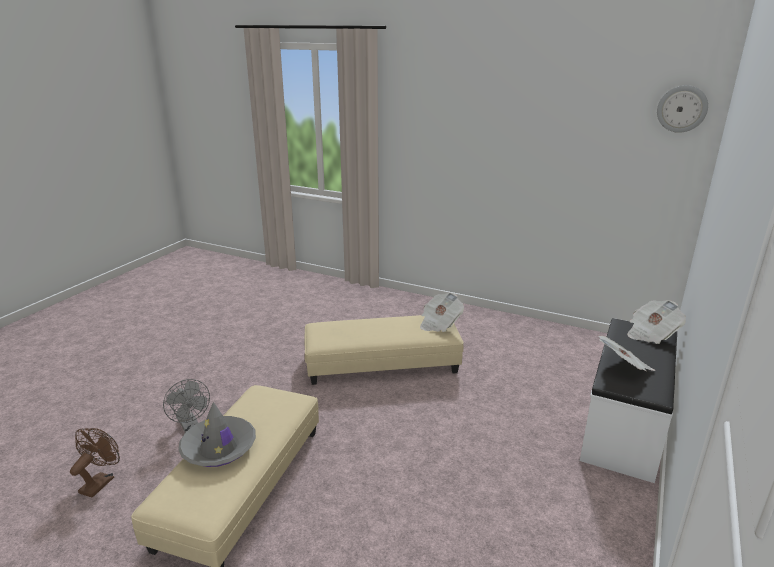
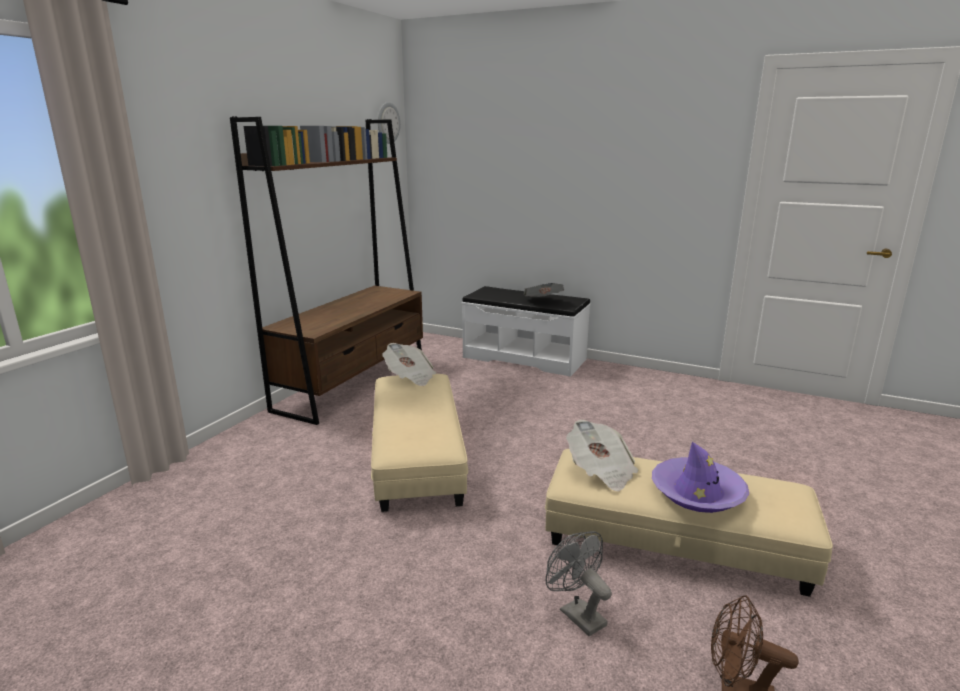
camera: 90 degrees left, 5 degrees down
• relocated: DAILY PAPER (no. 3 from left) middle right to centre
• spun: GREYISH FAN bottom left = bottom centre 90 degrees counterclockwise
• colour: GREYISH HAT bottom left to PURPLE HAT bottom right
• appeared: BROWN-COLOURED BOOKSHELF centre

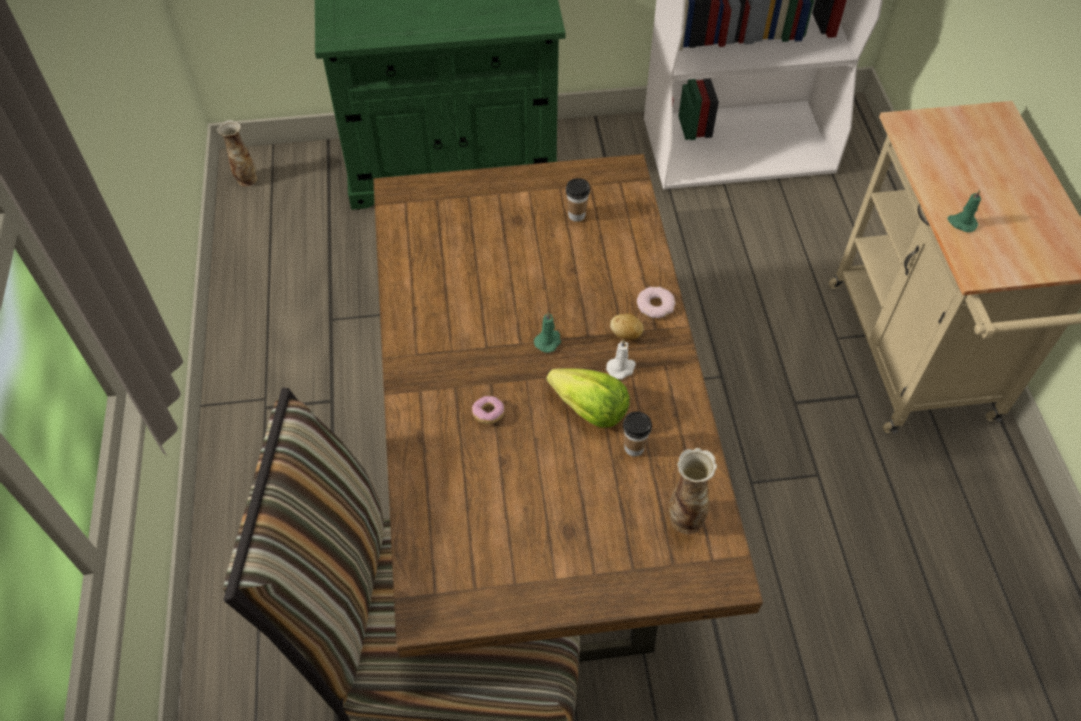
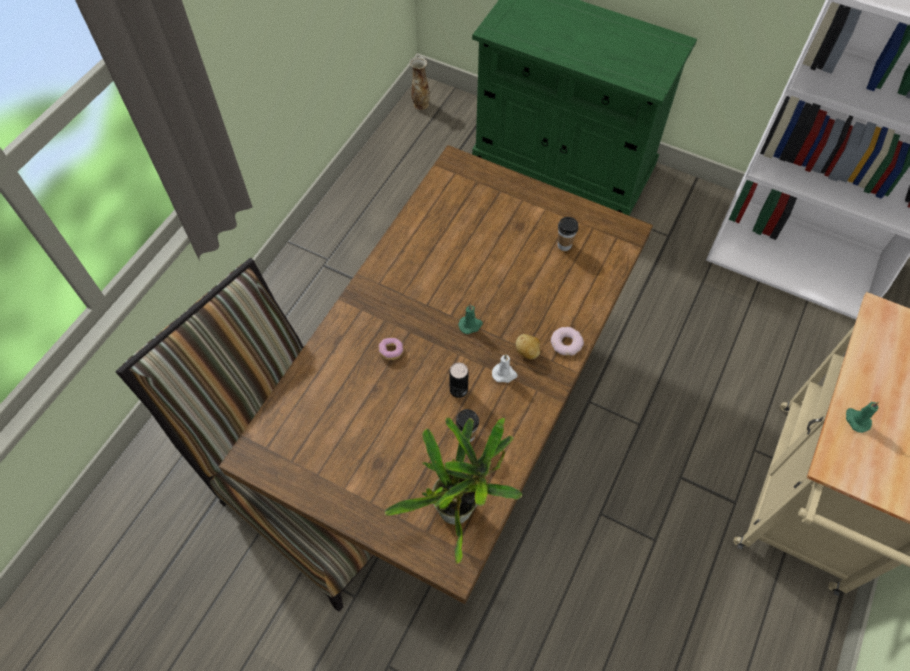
camera: 35 degrees right, 5 degrees up
• exchanged: LETTUCE HEAD centre to CAN centre
• exchanged: VASE (no. 2 from left) bottom centre to PLANT IN A POT bottom centre

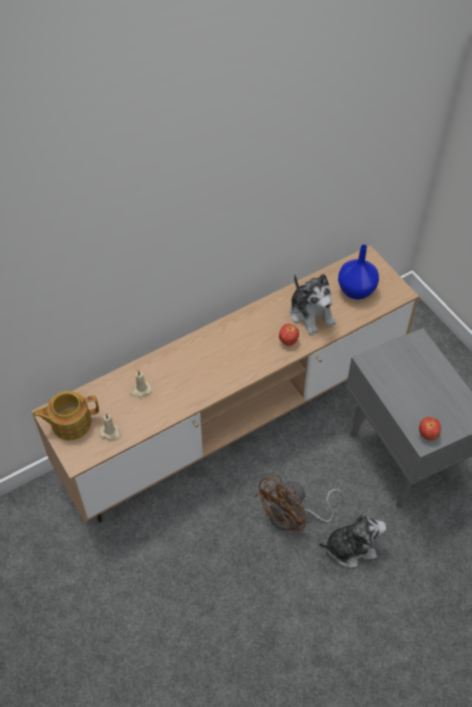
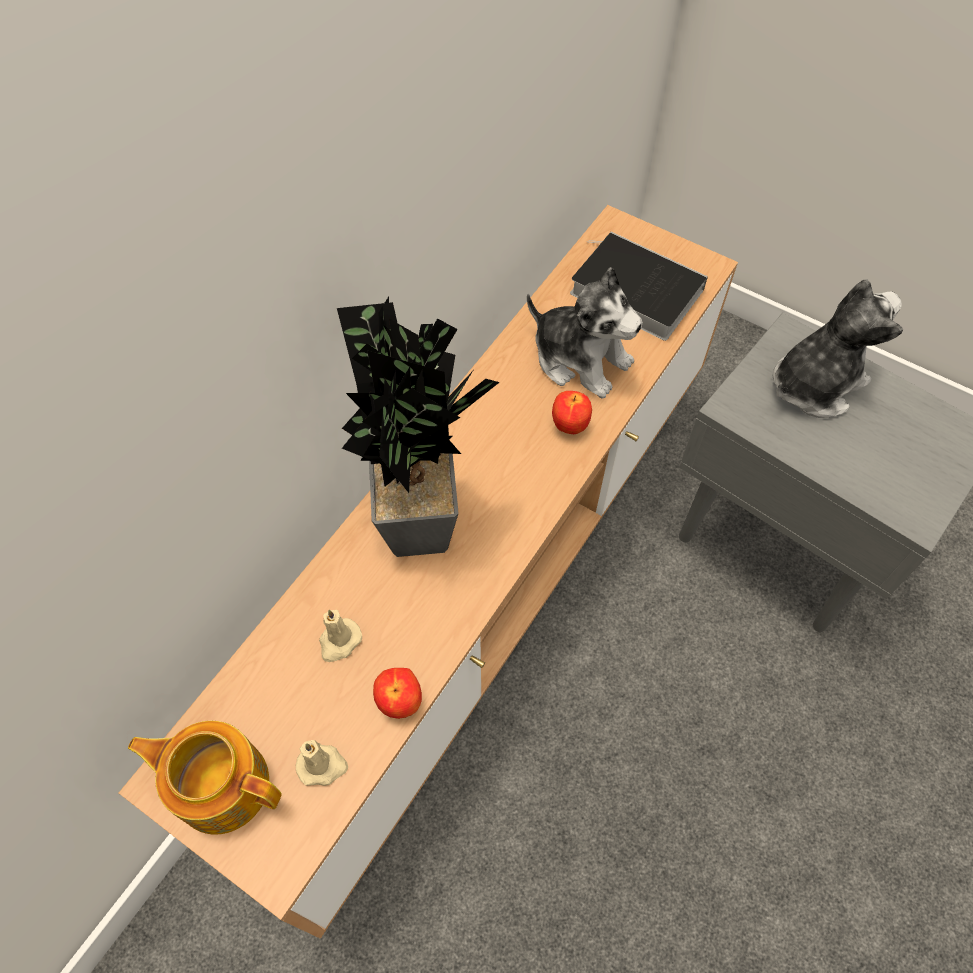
camera: 25 degrees left, 5 degrees up
• exchanged: BLUE VASE middle right to VOLUME top centre
• spun: TEAPOT middle left = bottom left 60 degrees clockwise
• relocated: APPLE FRUIT (no. 2 from left in the first image) middle right to APPLE FRUIT (no. 1 from left) bottom centre
• missing: BROWN-COLOURED FAN bottom centre
• relocated: PLUSH TOY (no. 2 from left) bottom right to middle right
• appeared: PLANT IN A POT centre

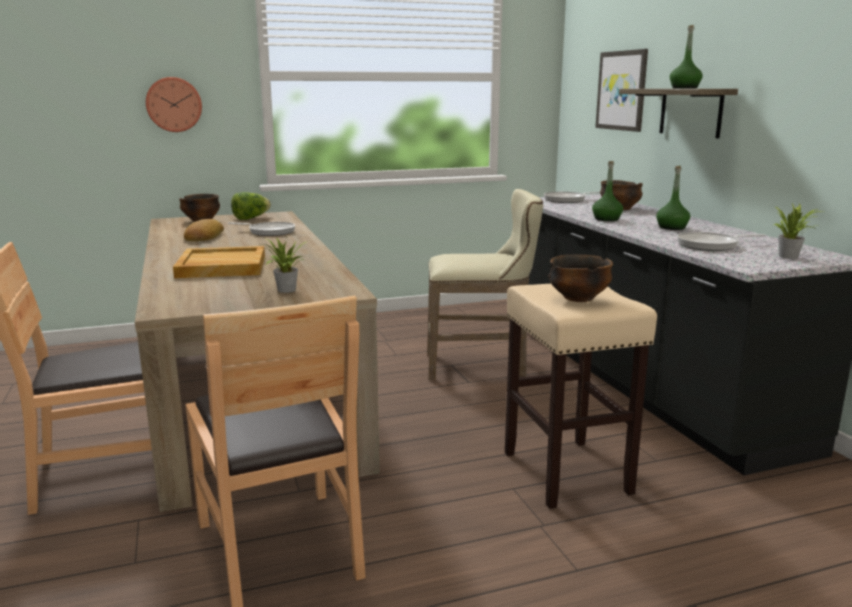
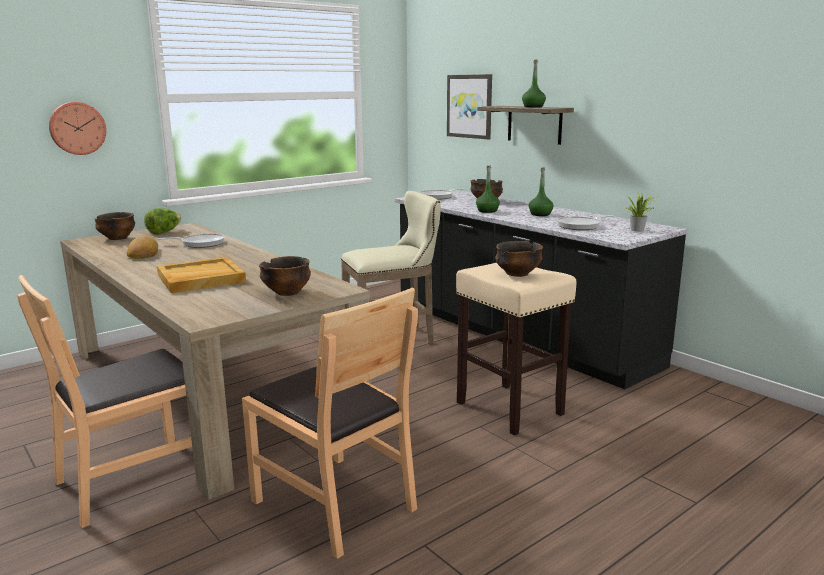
camera: 20 degrees left, 0 degrees up
• exchanged: PLANT IN A POT (no. 1 from left) centre to BOWL (no. 2 from left) centre

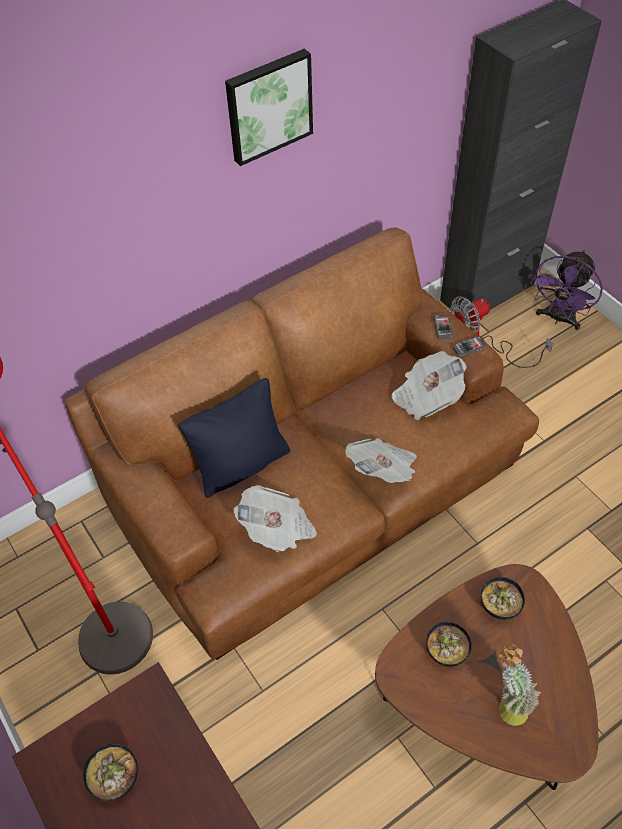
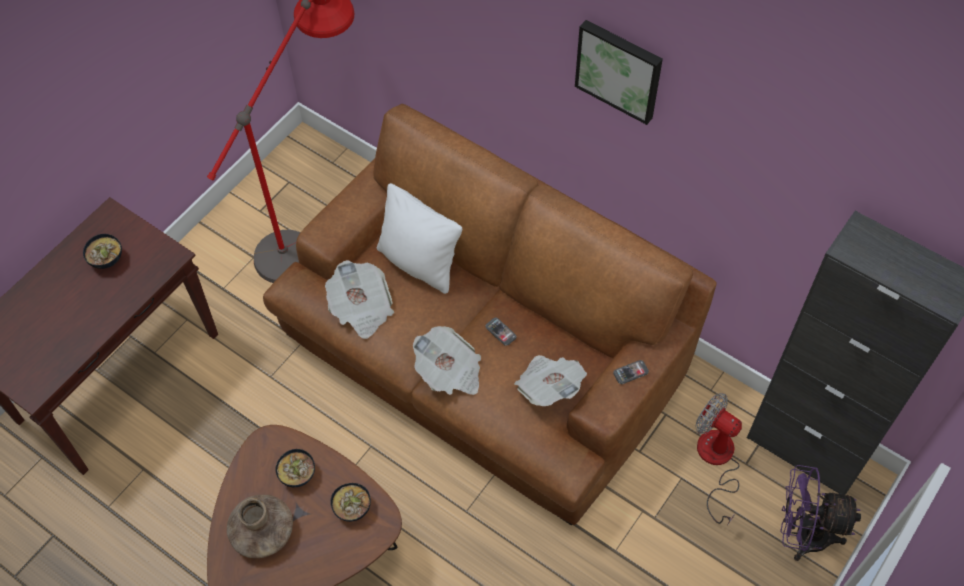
camera: 70 degrees right, 5 degrees up
• relocated: PHONE (no. 2 from left in the first image) middle right to PHONE (no. 1 from left) centre
• colour: BLACK-COLOURED PILLOW centre to WHITISH PILLOW centre
• exchanged: PLANT IN A POT bottom right to BROWN-COLOURED VASE bottom left

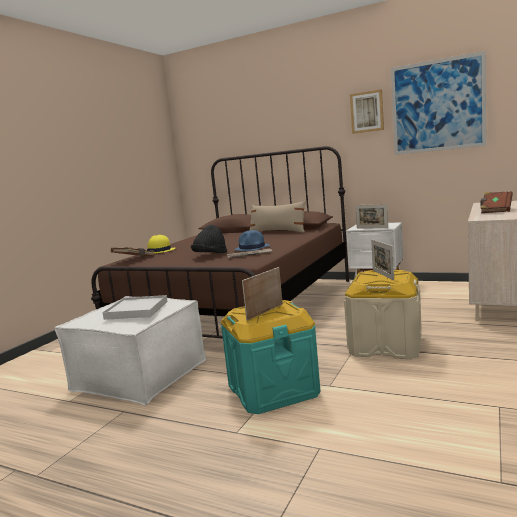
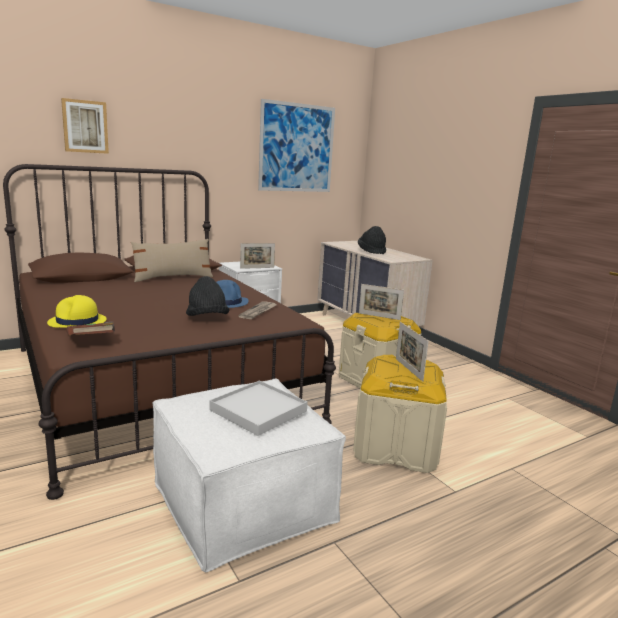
camera: 60 degrees left, 5 degrees up
• relocated: PICTURE (no. 1 from left) top right to top left
• exchanged: BROWN-COLOURED VOLUME (no. 2 from left) middle right to BLACK-COLOURED HAT (no. 2 from left) centre
• colour: BLUE-GREEN STORAGE BIN bottom centre to BEIGE-COLOURED STORAGE BIN (no. 2 from left) bottom centre

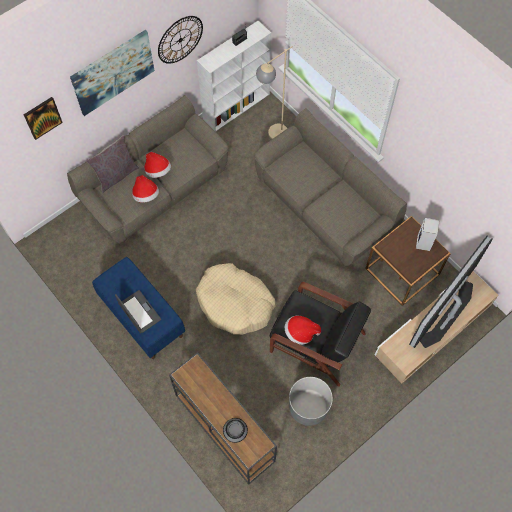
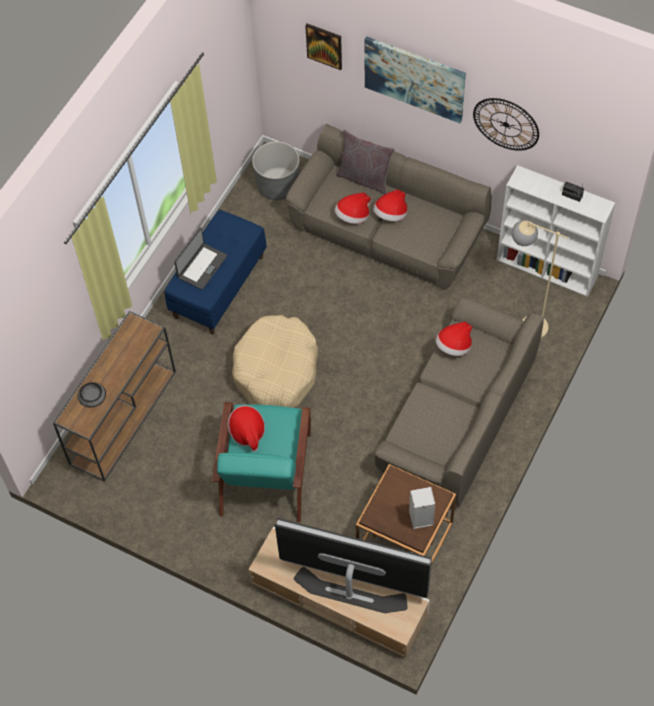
camera: 70 degrees right, 5 degrees down
• colour: BLACK-COLOURED ARMCHAIR centre to BLUE-GREEN ARMCHAIR centre
• relocated: GREYISH PLANT POT bottom centre to top centre
• appeared: HAT (no. 4 from left) middle right

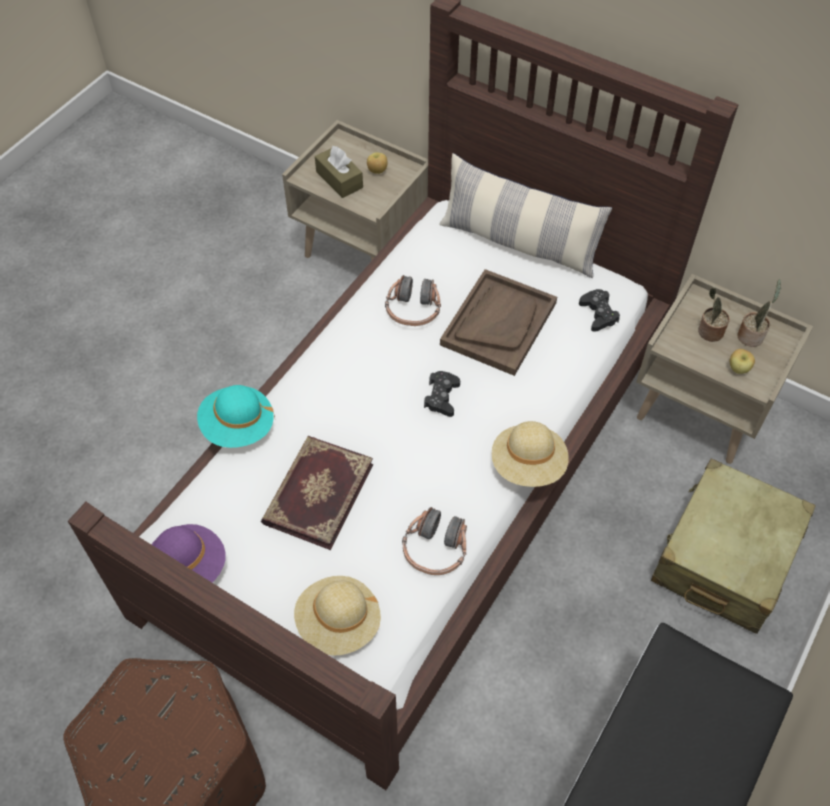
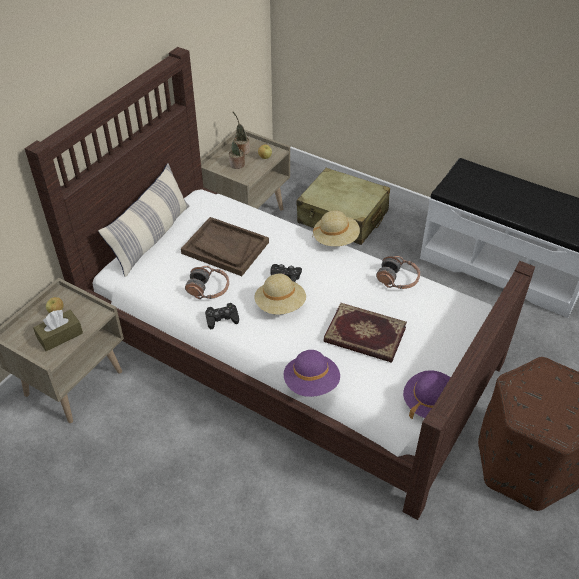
camera: 90 degrees left, 10 degrees down
• relocated: BLACK-COLOURED GAMEPAD (no. 2 from left in the first image) middle right to BLACK-COLOURED GAMEPAD (no. 1 from left) centre
• colour: BLUE-GREEN HAT middle left to PURPLE HAT (no. 1 from left) centre
• relocated: BEIGE-COLOURED HAT (no. 1 from left) bottom centre to centre

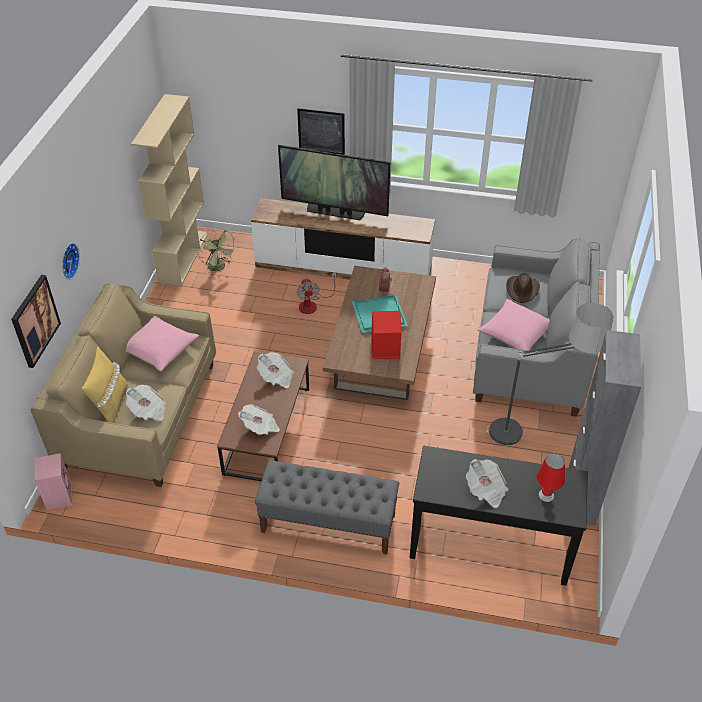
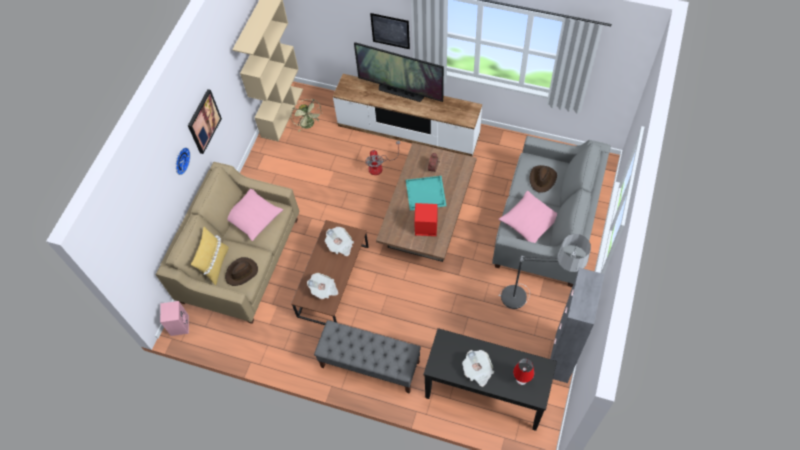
camera: 10 degrees right, 15 degrees up
• relocated: PICTURE (no. 1 from left) middle left to top left
• exchanged: DAILY PAPER (no. 1 from left) middle left to BROWN-COLOURED HAT (no. 1 from left) middle left

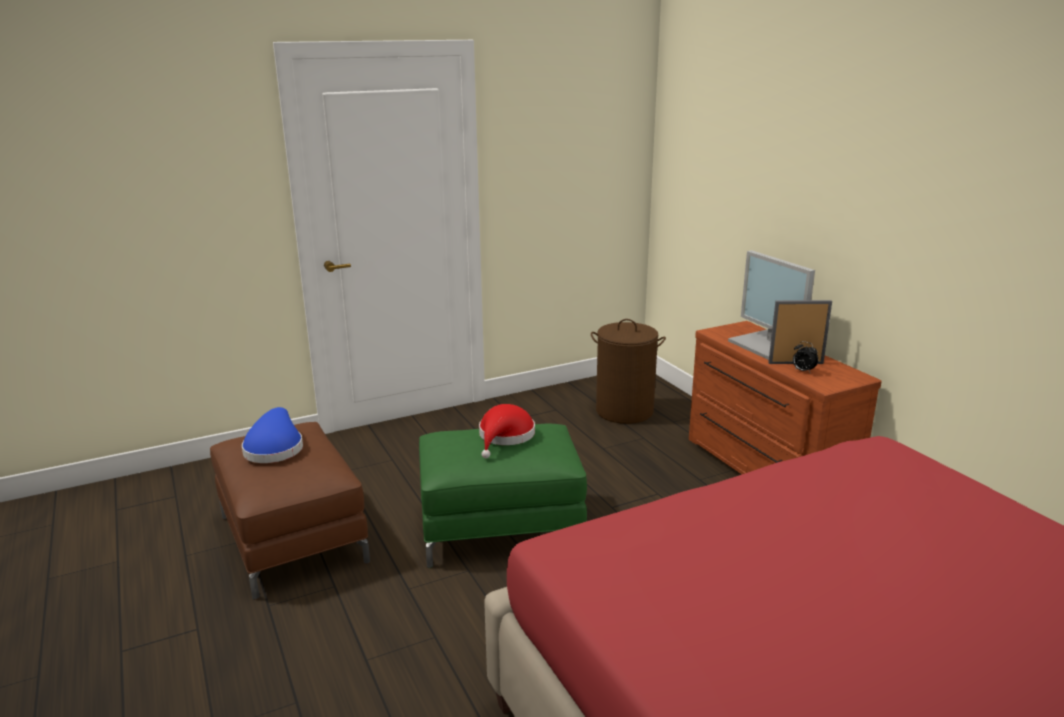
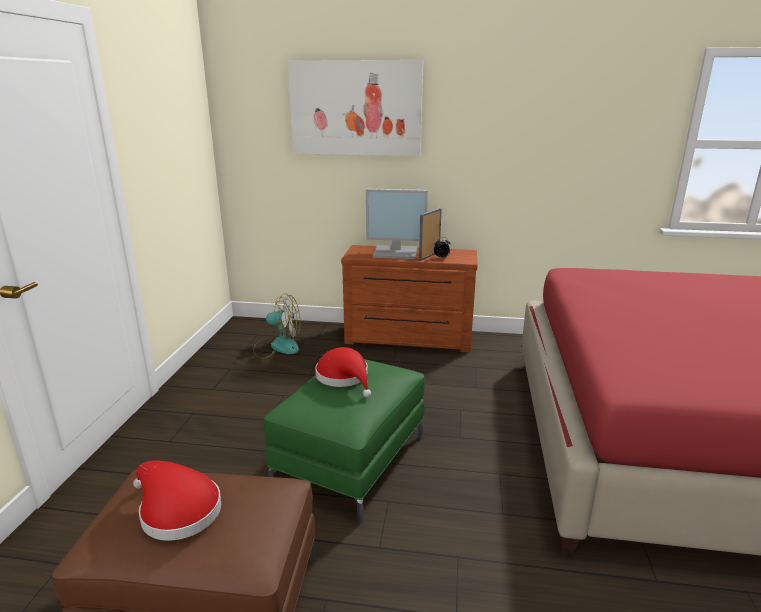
camera: 55 degrees left, 0 degrees up
• exchanged: BROWN-COLOURED HAMPER centre to FAN centre
• colour: BLUE HAT middle left to RED HAT (no. 1 from left) bottom left
• appeared: PICTURE top centre

